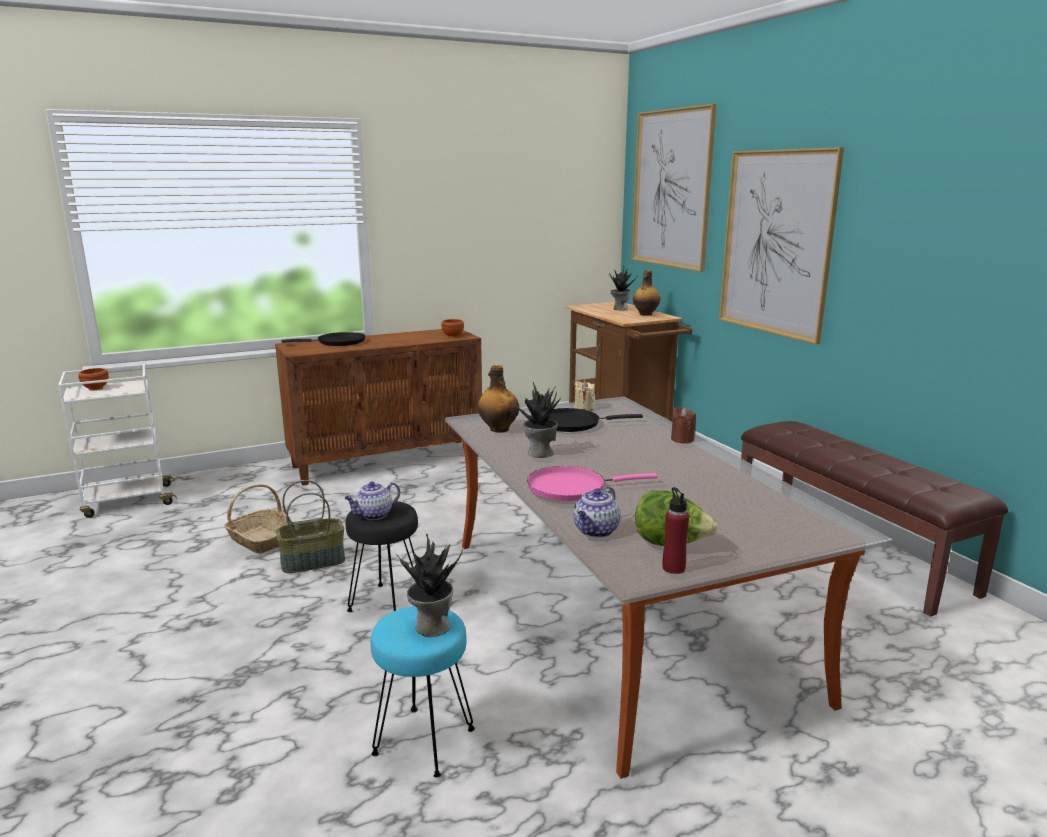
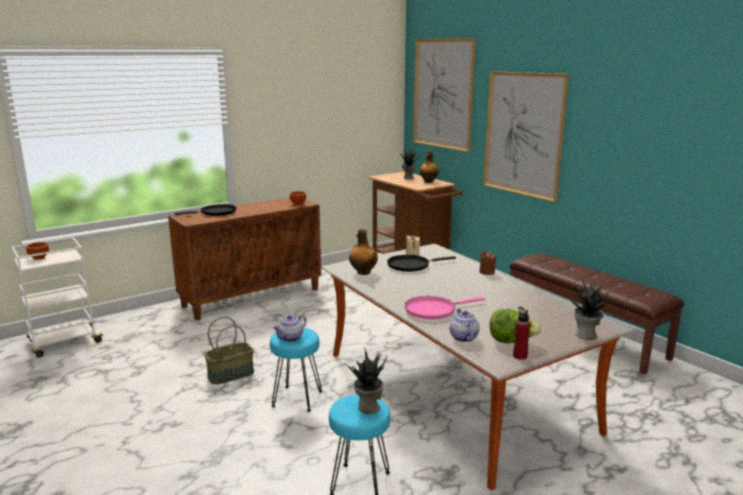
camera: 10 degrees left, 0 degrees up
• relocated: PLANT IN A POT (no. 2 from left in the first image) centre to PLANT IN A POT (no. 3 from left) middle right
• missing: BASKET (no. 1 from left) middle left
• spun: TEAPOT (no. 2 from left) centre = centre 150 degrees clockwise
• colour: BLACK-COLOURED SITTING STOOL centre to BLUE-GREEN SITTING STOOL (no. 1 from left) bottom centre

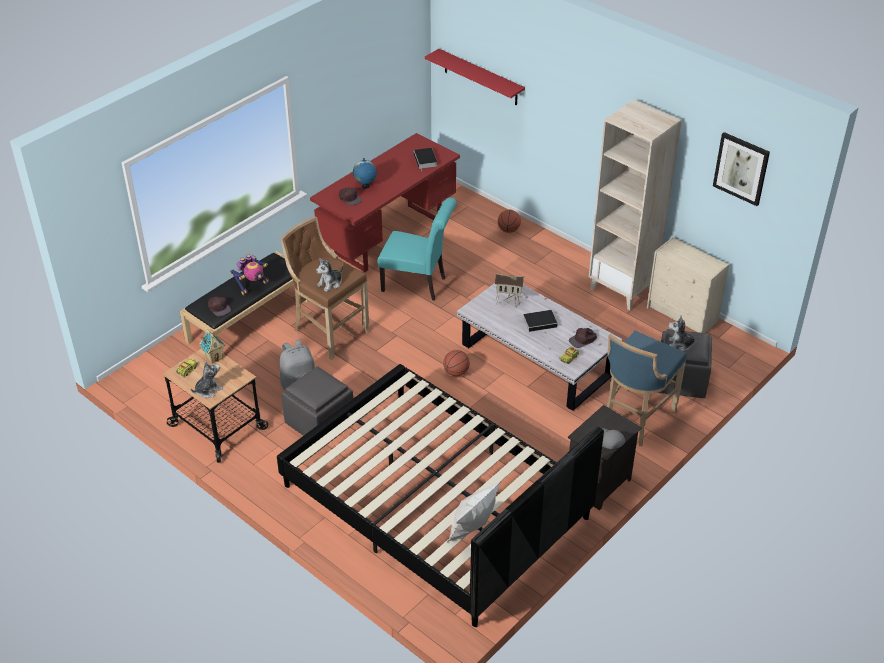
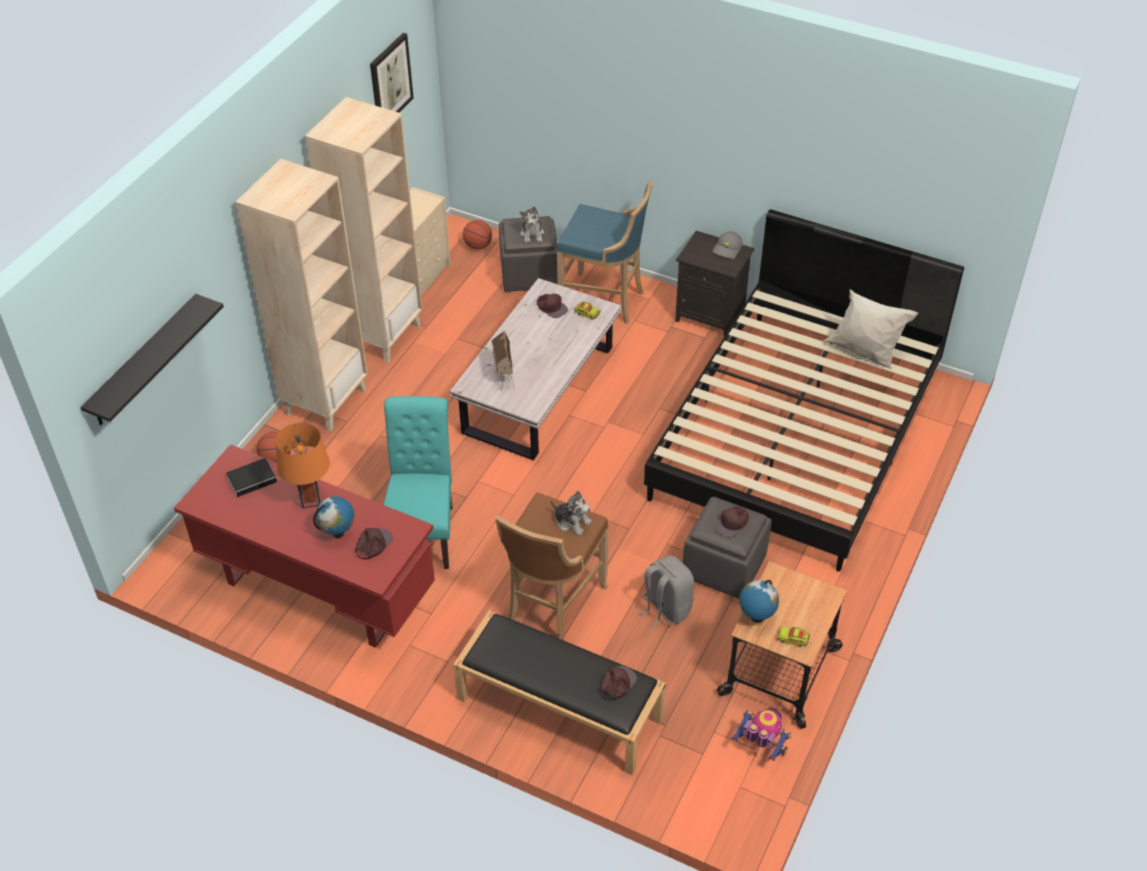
camera: 105 degrees left, 5 degrees up
• colour: RED SHELF top centre to BLACK-COLOURED SHELF middle left
• relocated: ROBOT FIGURE middle left to bottom centre
• missing: VOLUME (no. 2 from left) centre
• exchanged: MINIATURE HOUSE (no. 1 from left) middle left to GLOBE (no. 2 from left) bottom centre
• relocated: BASKETBALL BALL (no. 1 from left in the first image) centre to BASKETBALL BALL (no. 2 from left) top centre
• missing: PLUSH TOY (no. 1 from left) middle left
• appeared: BEIGE-COLOURED BOOKSHELF (no. 1 from left) middle left
• appeared: ORANGE-COLOURED LAMP FOR A TABLE middle left
• appeared: BROWN-COLOURED BASEBALL CAP (no. 4 from left) centre

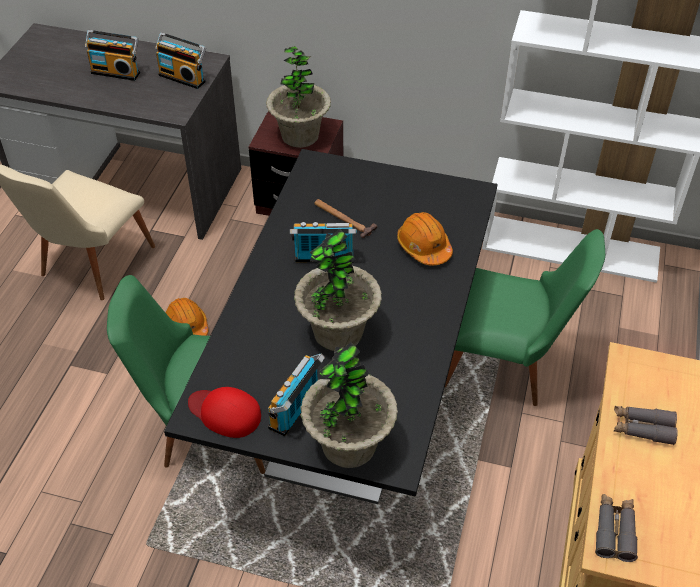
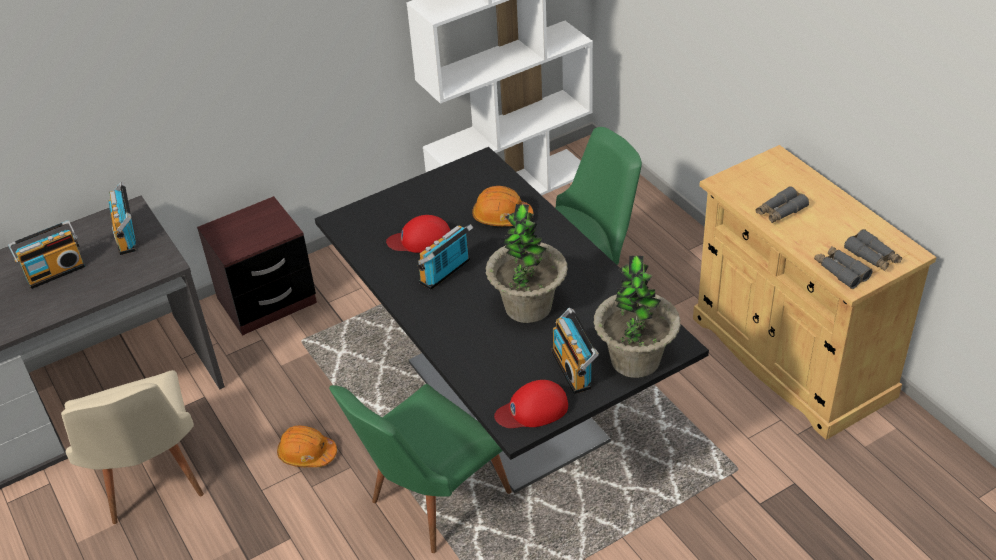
camera: 45 degrees left, 5 degrees down
• spun: RADIO SET (no. 2 from left) top left = middle left 90 degrees clockwise
• missing: PLANT IN A POT (no. 1 from left) top centre
• exchanged: TOOL HAMMER centre to RED BASEBALL CAP (no. 1 from left) centre
• appeared: GREYISH PAIR OF BINOCULARS (no. 3 from left) middle right

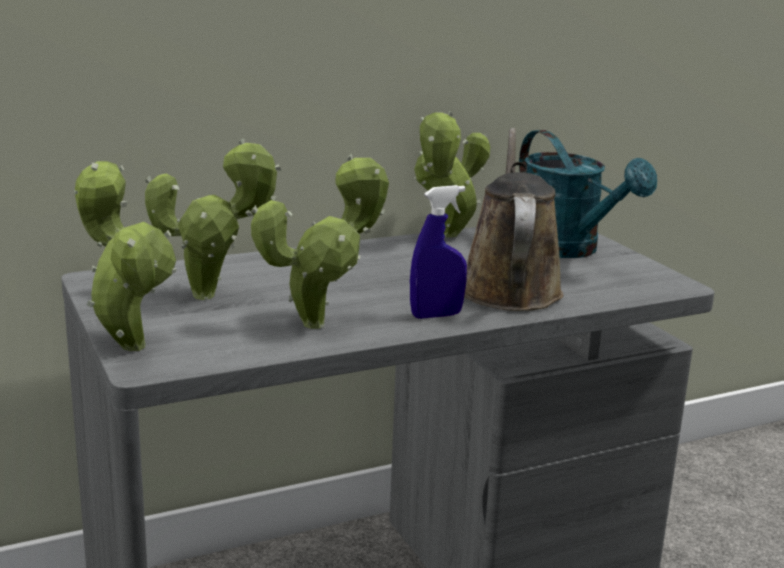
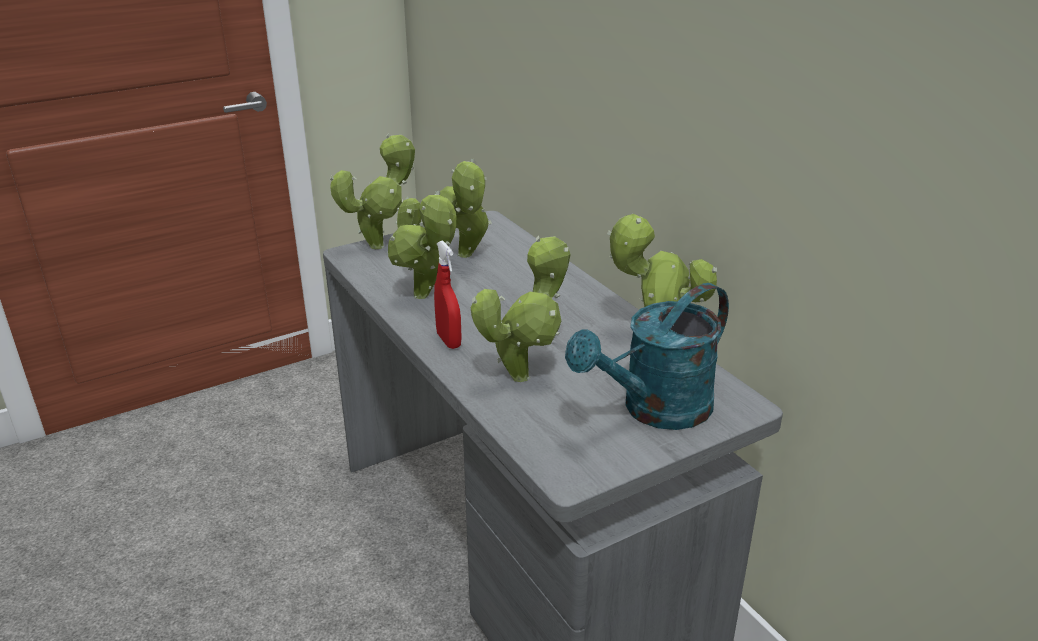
camera: 85 degrees right, 10 degrees up
• exchanged: BROWN-COLOURED WATERING CAN centre to PLANT IN A POT (no. 4 from left) centre
• colour: BLUE SPRAY BOTTLE centre to RED SPRAY BOTTLE centre

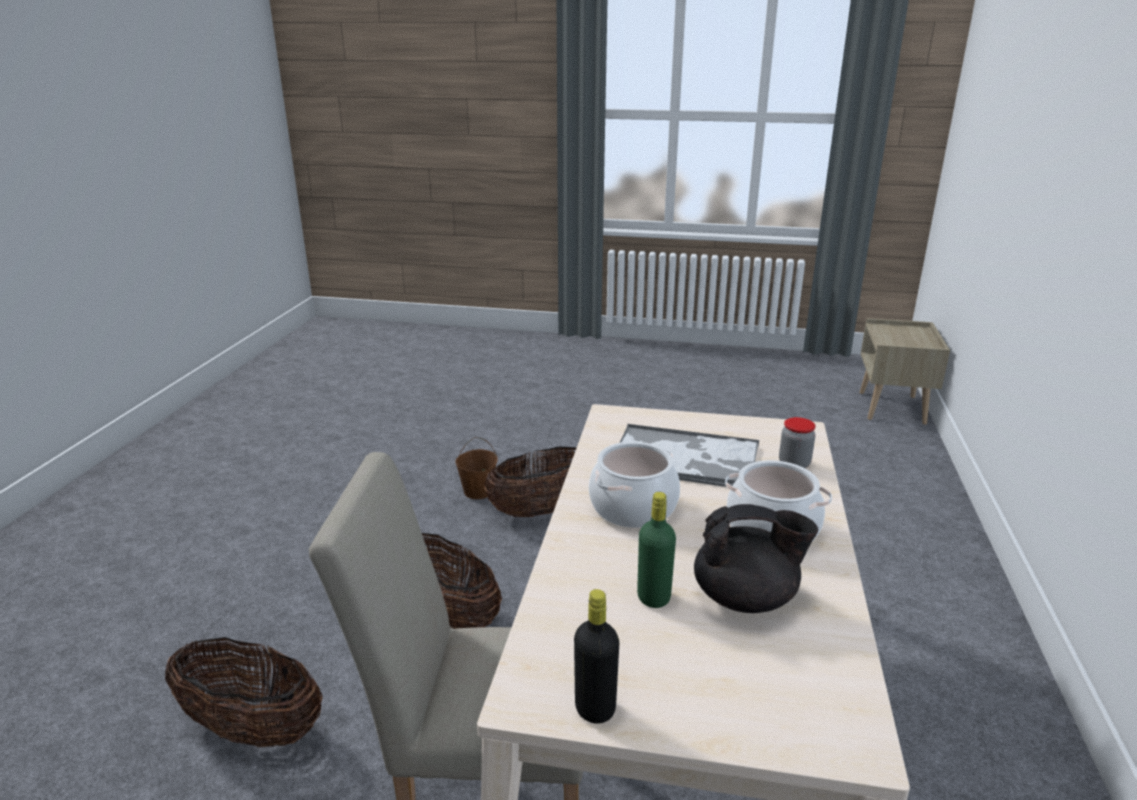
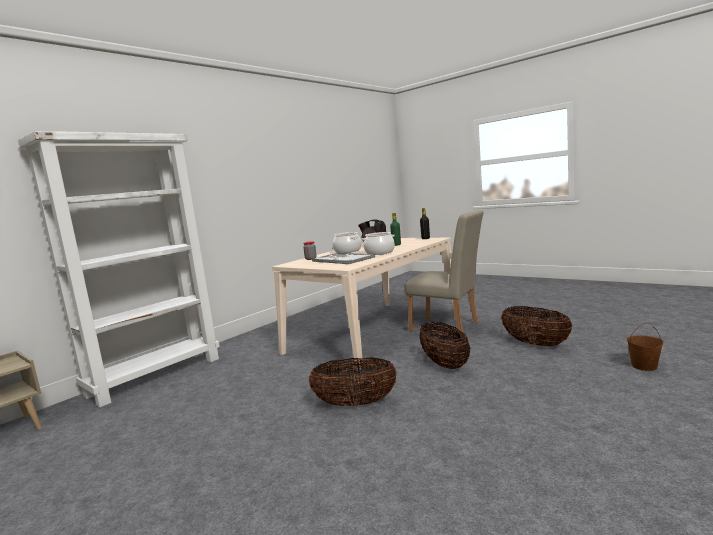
camera: 150 degrees left, 15 degrees down
• relocated: BROWN-COLOURED PAIL centre to middle right
• appeared: WHITISH BOOKSHELF middle left

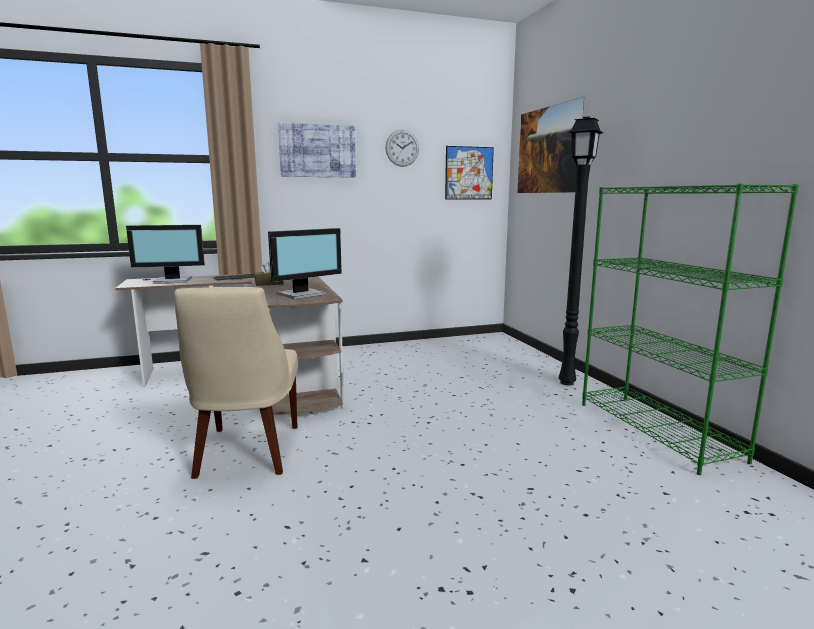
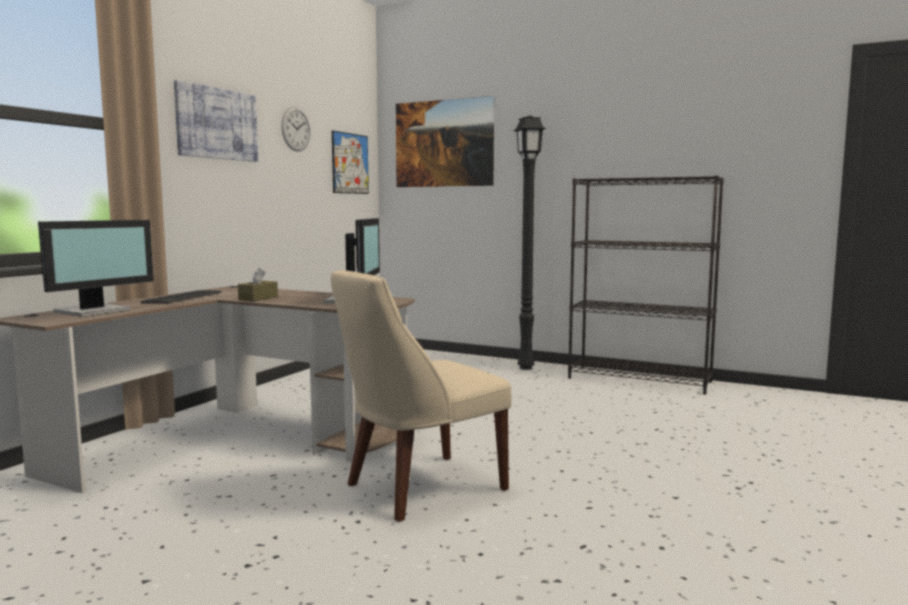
camera: 45 degrees left, 5 degrees down
• colour: GREEN-COLOURED BOOKSHELF middle right to BLACK-COLOURED BOOKSHELF middle right
• spun: BEIGE-COLOURED CHAIR middle left = centre 105 degrees clockwise

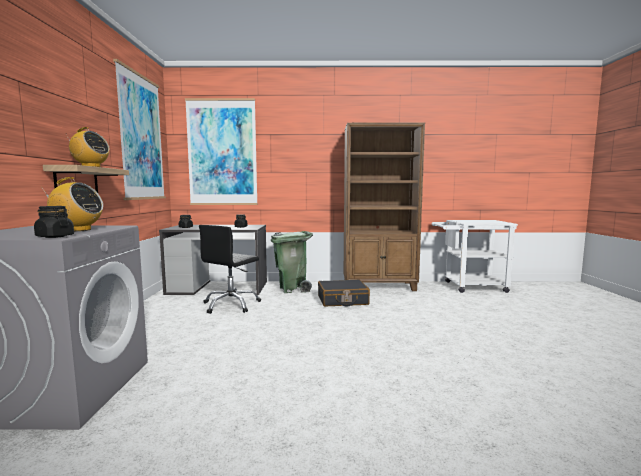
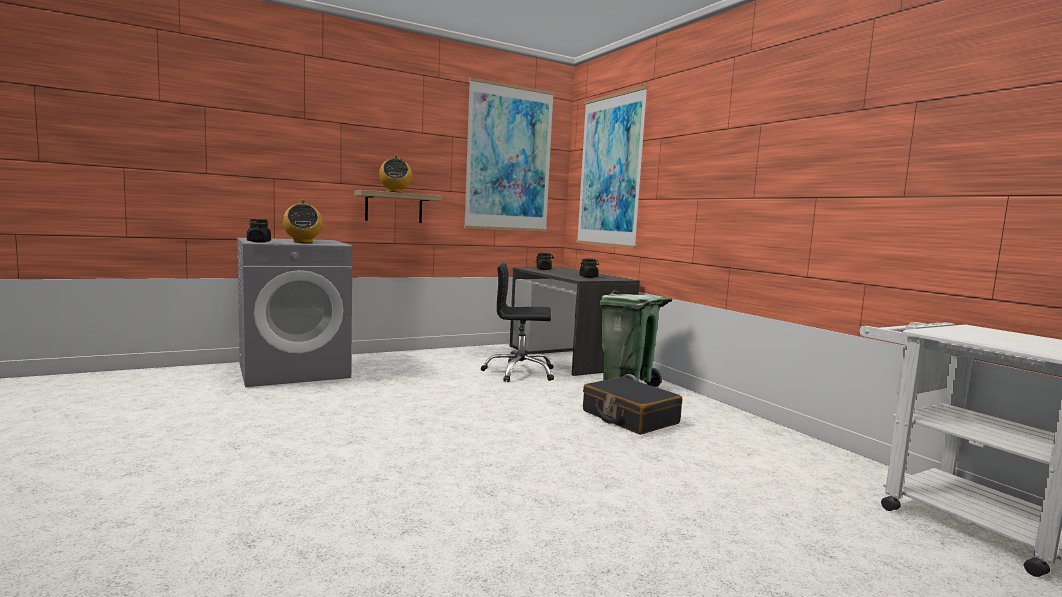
camera: 60 degrees right, 0 degrees up
• missing: BROWN-COLOURED BOOKSHELF centre

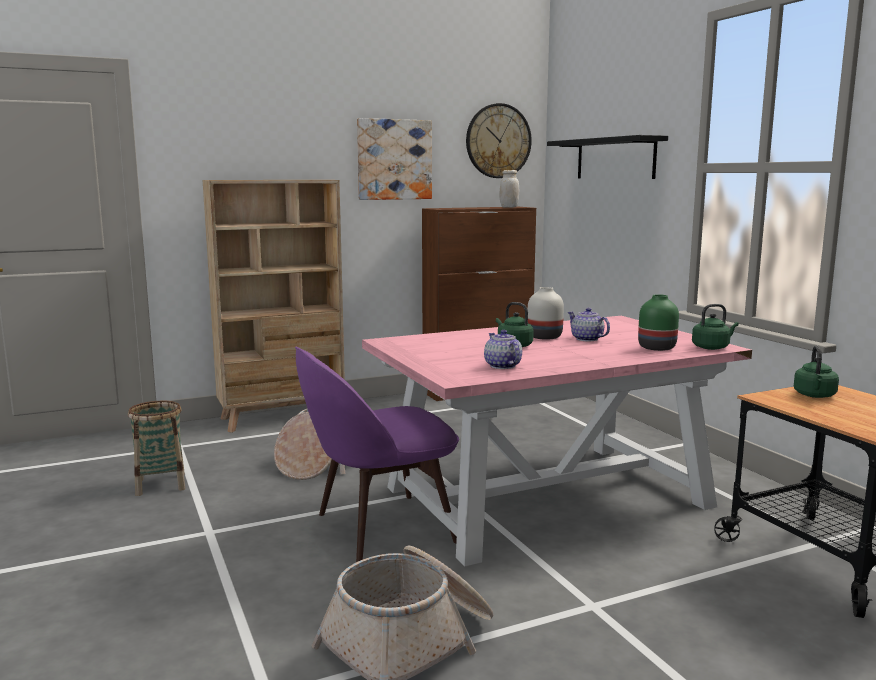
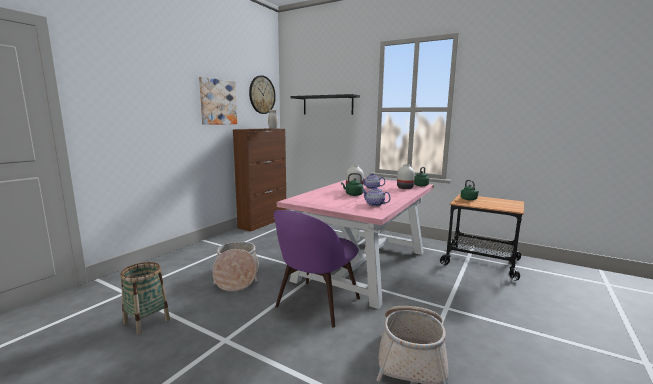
camera: 35 degrees left, 0 degrees up
• missing: BEIGE-COLOURED BOOKSHELF middle left
• colour: GREEN-COLOURED VASE middle right to WHITISH VASE (no. 2 from left) centre

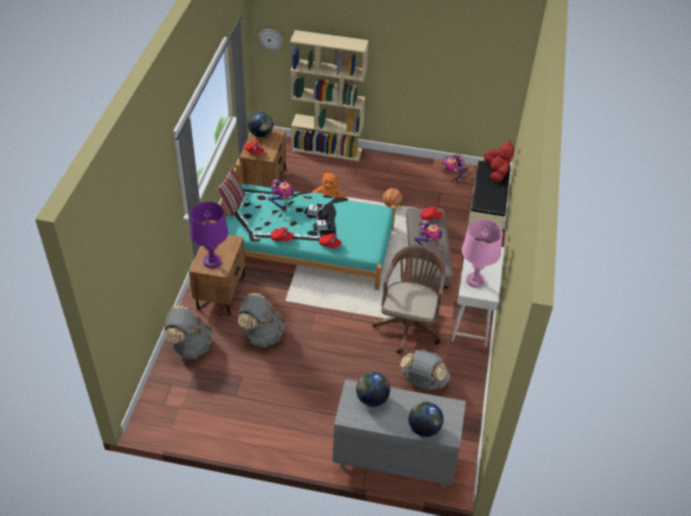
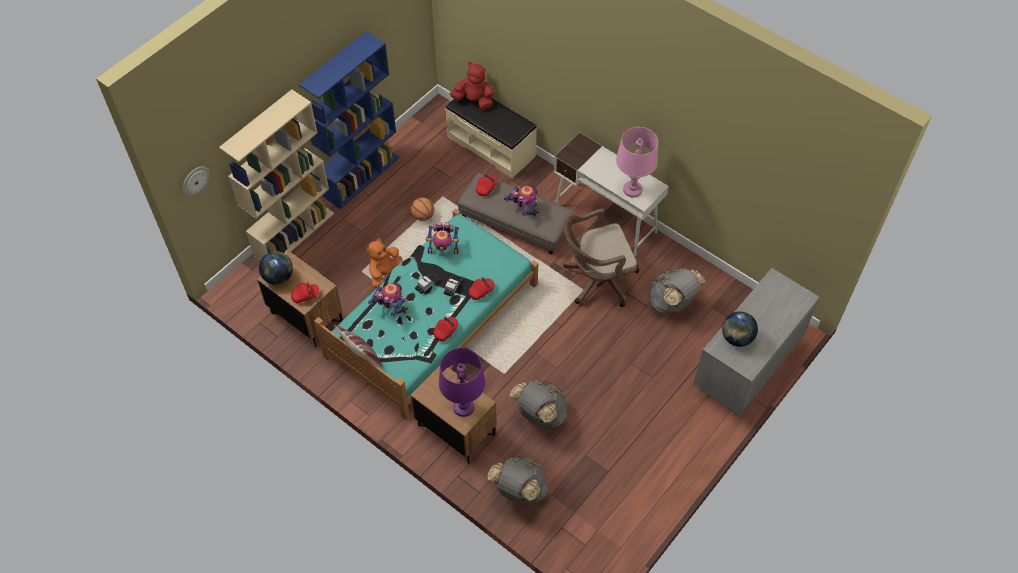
camera: 60 degrees left, 10 degrees up
• relocated: ROBOT FIGURE (no. 3 from left in the first image) top centre to ROBOT FIGURE (no. 2 from left) centre
• spun: BROWN-COLOURED OFFICE CHAIR centre = centre 60 degrees counterclockwise
• missing: GLOBE (no. 3 from left) bottom centre
• appeared: BLUE BOOKSHELF top centre

